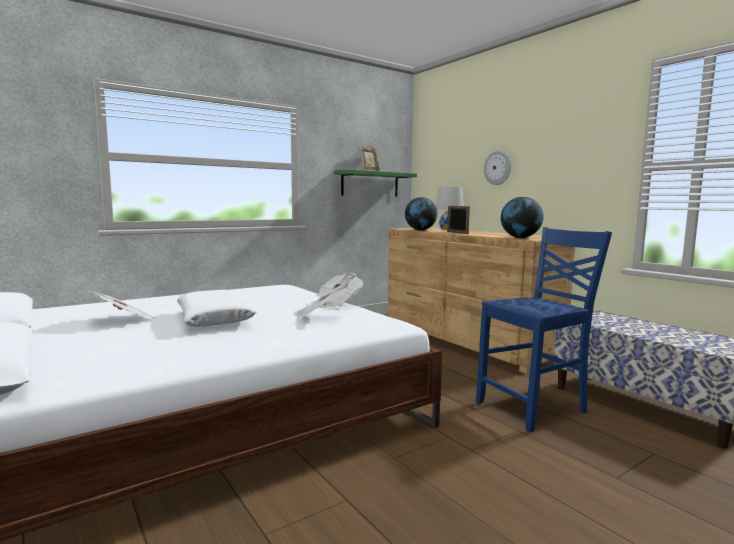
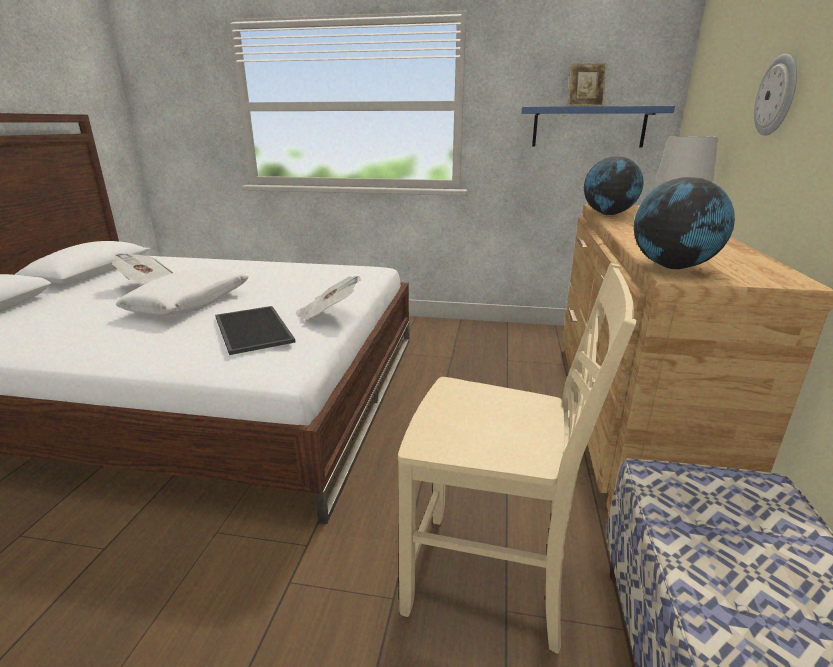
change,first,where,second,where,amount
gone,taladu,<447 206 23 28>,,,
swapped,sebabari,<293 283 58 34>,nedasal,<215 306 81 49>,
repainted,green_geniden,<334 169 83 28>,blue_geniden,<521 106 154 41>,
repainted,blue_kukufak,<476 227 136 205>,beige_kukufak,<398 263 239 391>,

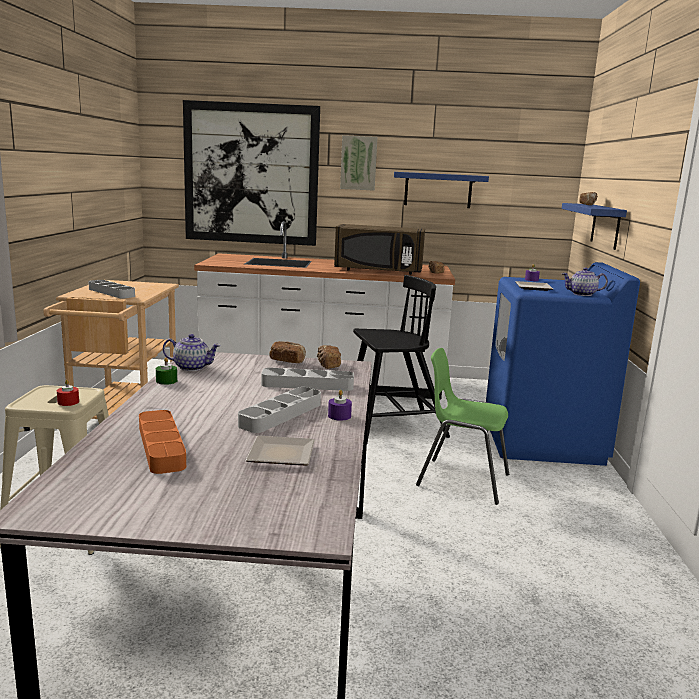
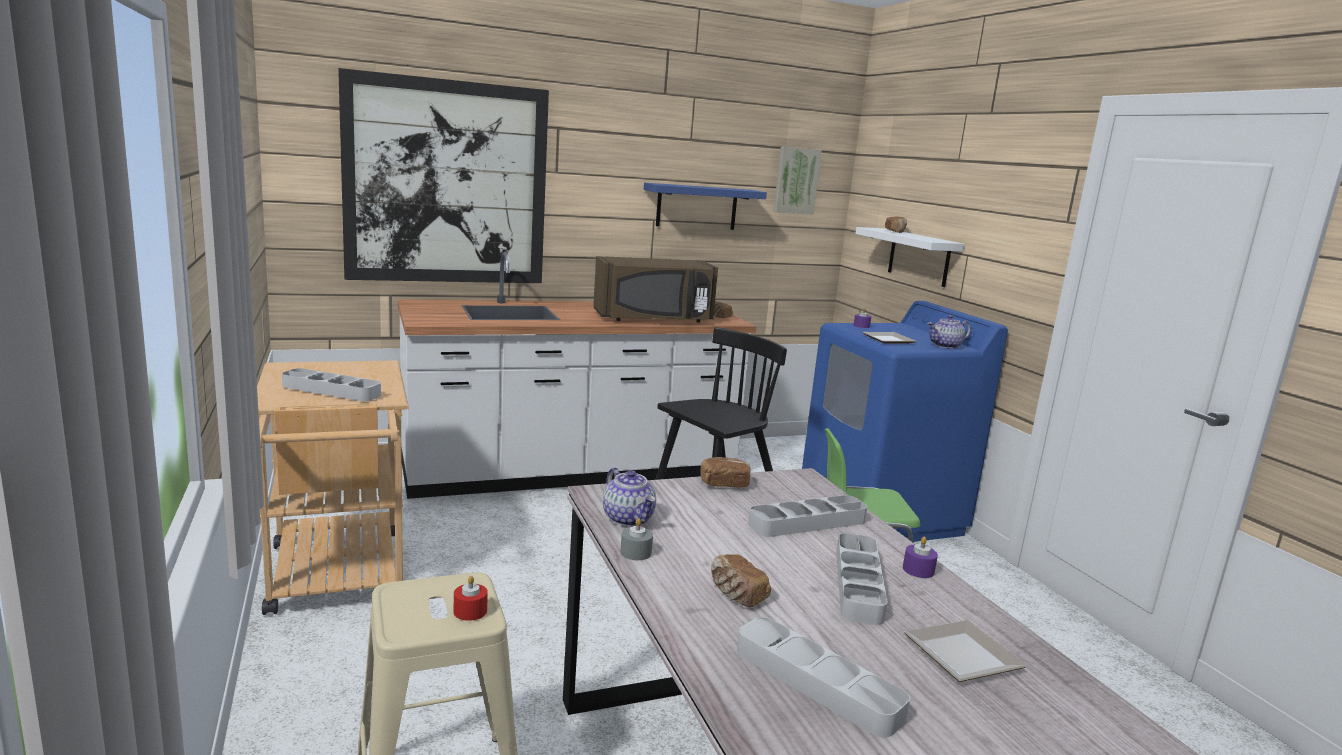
change,first,where,second,where,amount
shifted,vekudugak,<317 345 24 24>,,<711 554 60 53>,
shifted,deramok,<340 135 38 56>,,<774 146 48 69>,
repainted,orange_nedasal,<139 410 47 64>,grey_nedasal,<737 617 173 120>,
repainted,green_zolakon,<156 357 21 28>,grey_zolakon,<620 518 33 42>,
repainted,blue_geniden,<562 203 65 47>,white_geniden,<855 227 109 60>,
rotated,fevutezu,<163 334 57 37>,,<603 467 53 59>,75 degrees clockwise

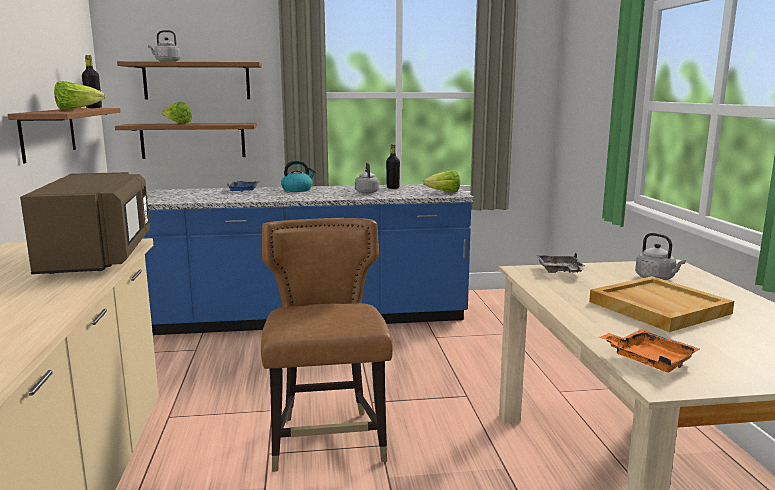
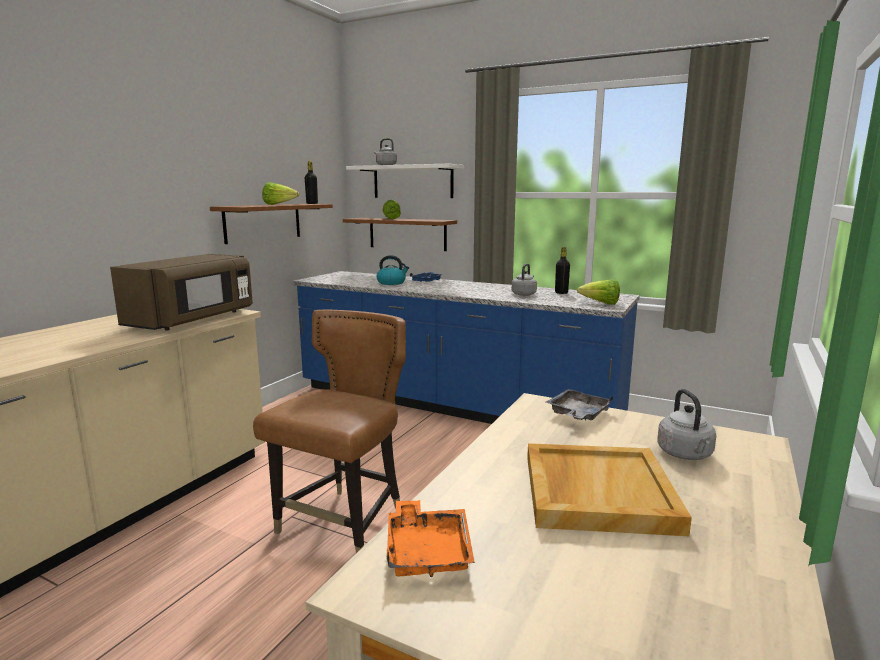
change,first,where,second,where,amount
shifted,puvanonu,<281 160 35 32>,,<377 255 32 30>,
repainted,brown_geniden,<117 61 145 38>,white_geniden,<346 164 118 34>,

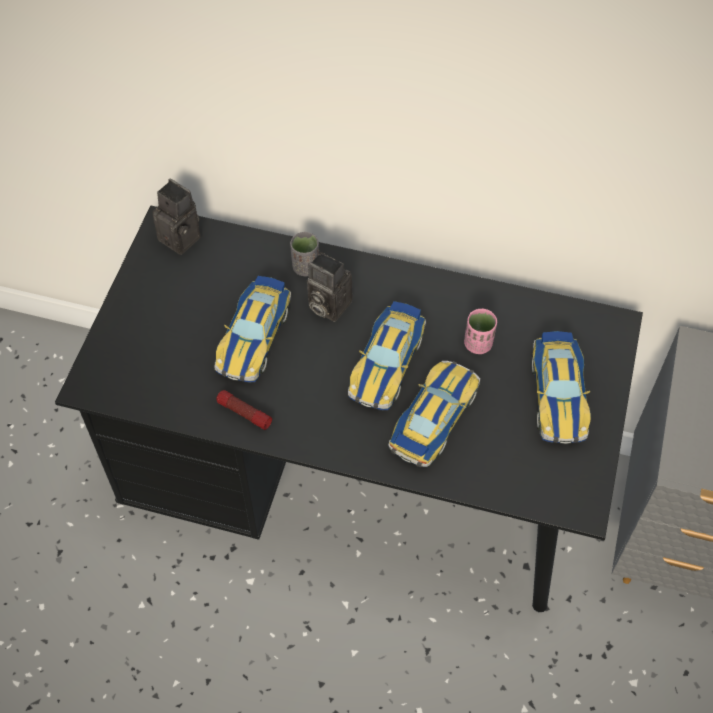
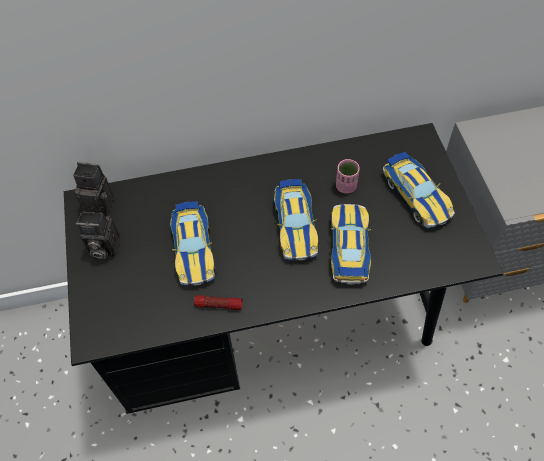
change,first,where,second,where,amount
gone,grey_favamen,<290 232 29 44>,,,
shifted,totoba,<307 252 46 70>,,<76 211 45 48>,

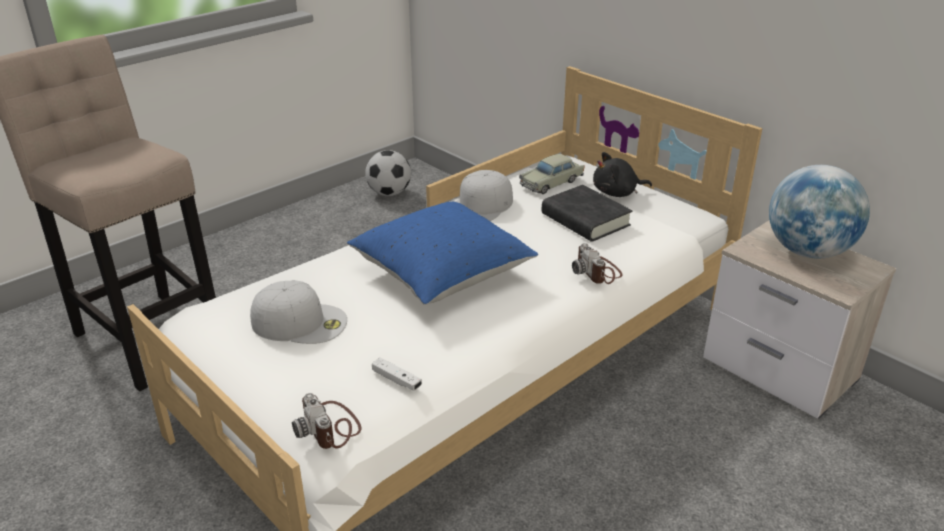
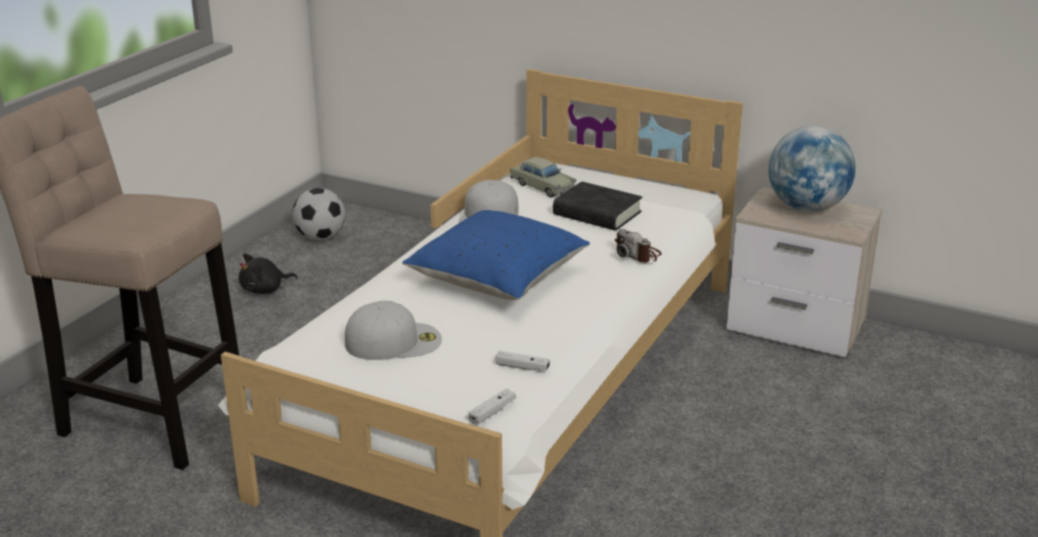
change,first,where,second,where,amount
shifted,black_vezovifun,<593 152 59 45>,,<239 253 59 41>,
swapped,totoba,<292 393 69 56>,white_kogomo,<468 389 48 36>,
rotated,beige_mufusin,<519 154 66 40>,,<510 157 66 40>,75 degrees counterclockwise

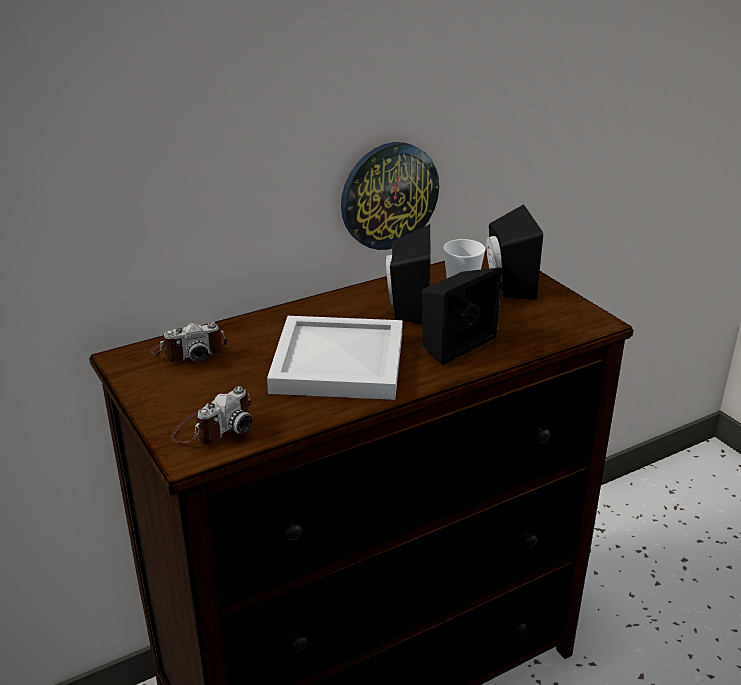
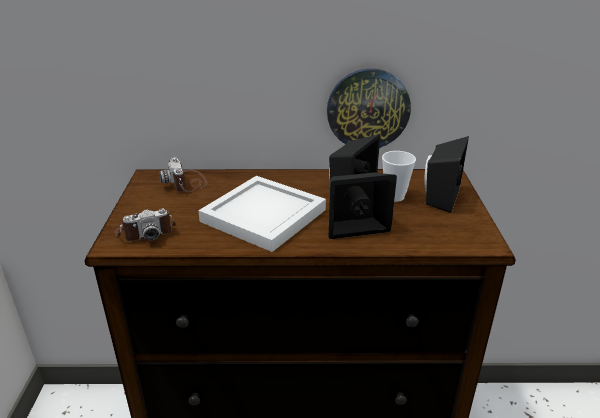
change,first,where,second,where,amount
rotated,totoba,<151 322 77 40>,,<159 157 49 35>,60 degrees clockwise

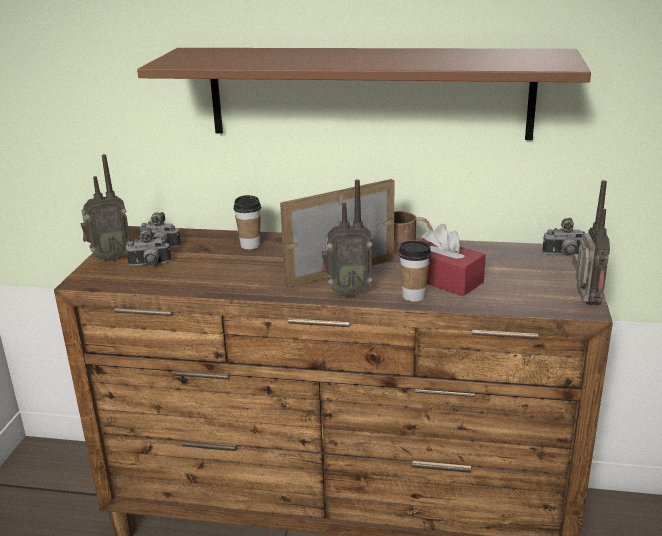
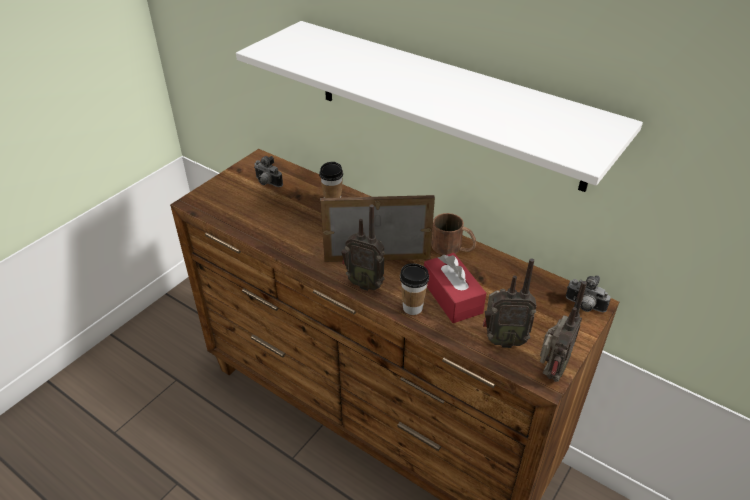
change,first,where,second,where,amount
gone,totoba,<125 228 47 38>,,,
shifted,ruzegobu,<80 154 50 108>,,<483 258 54 90>,
repainted,brown_geniden,<137 48 454 92>,white_geniden,<236 21 407 171>,

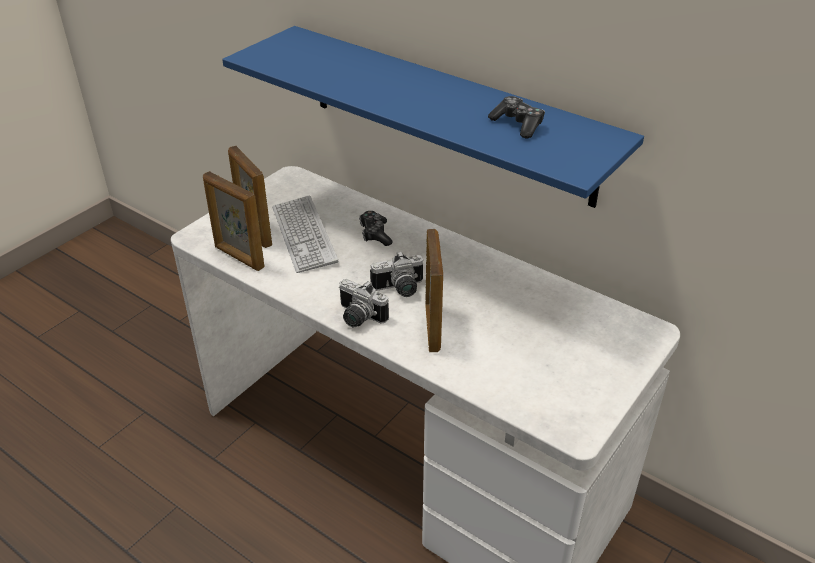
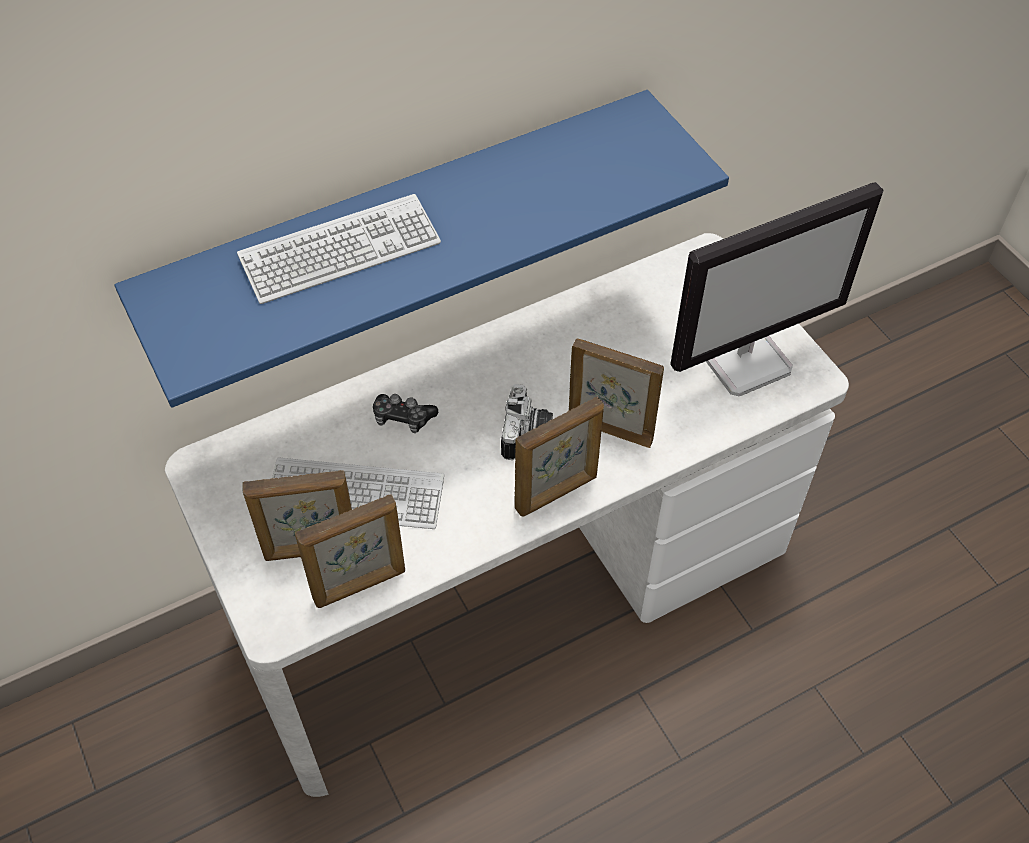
change,first,where,second,where,amount
gone,kogomo,<488 96 57 42>,,,
new,,,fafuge,<237 194 204 110>,
new,,,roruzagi,<670 182 214 214>,
swapped,totoba,<339 279 50 48>,taladu,<515 396 89 120>,

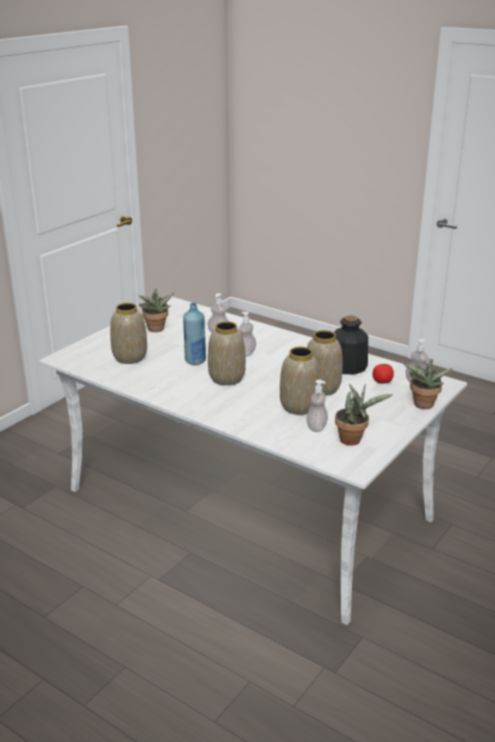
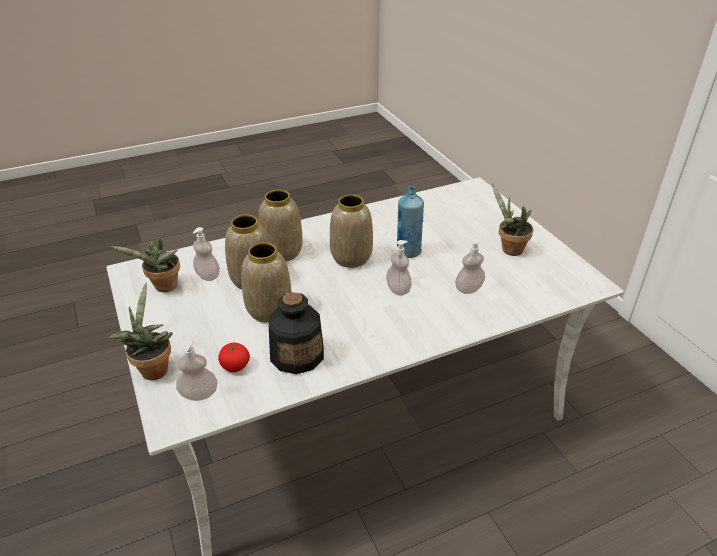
change,first,where,second,where,amount
shifted,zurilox,<110 303 37 61>,,<258 190 45 72>,

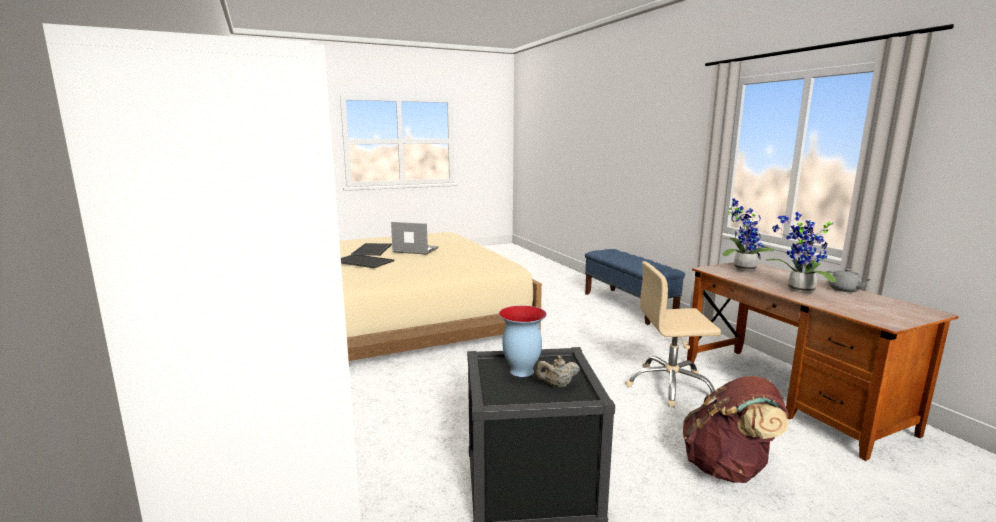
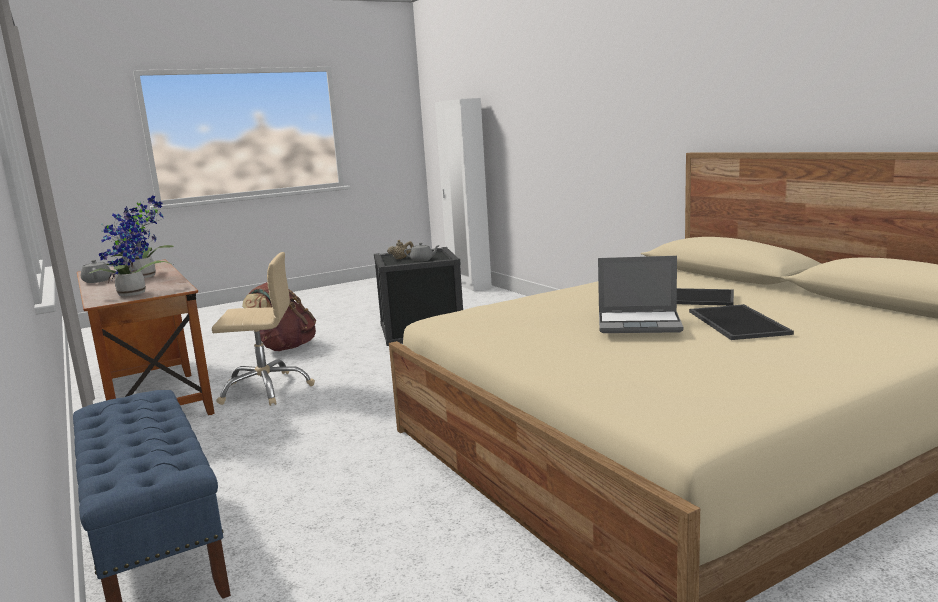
change,first,where,second,where,amount
swapped,zurilox,<499 305 48 72>,grey_fevutezu,<404 243 36 19>,

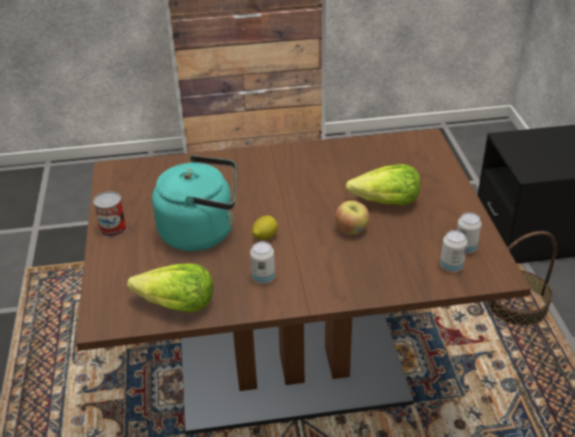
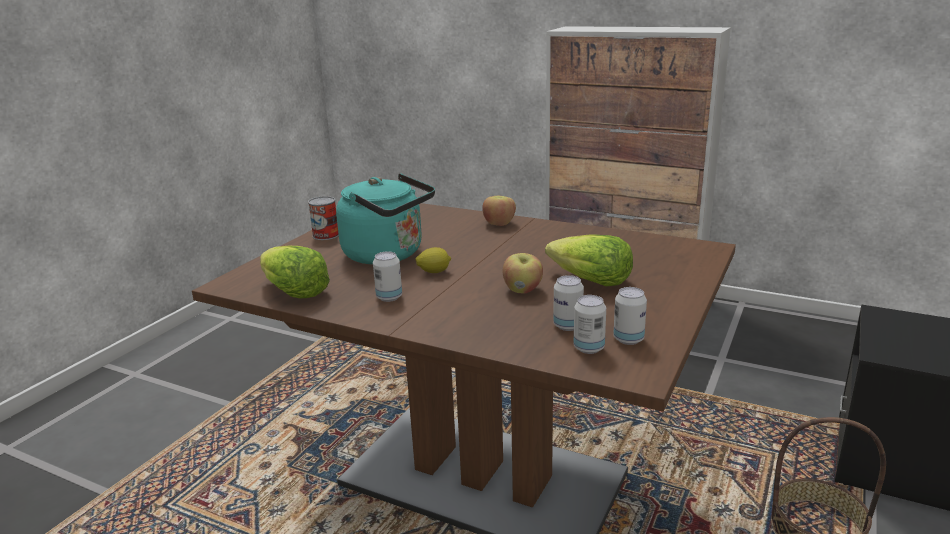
change,first,where,second,where,amount
new,,,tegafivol,<482 196 34 30>,
new,,,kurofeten,<553 275 31 56>,

